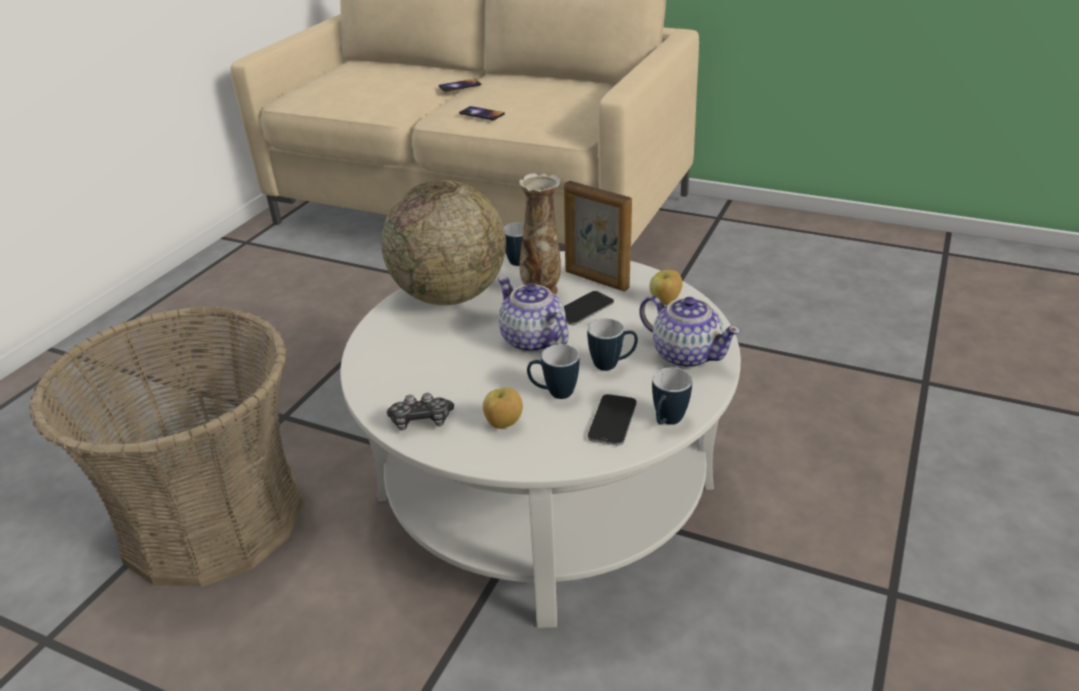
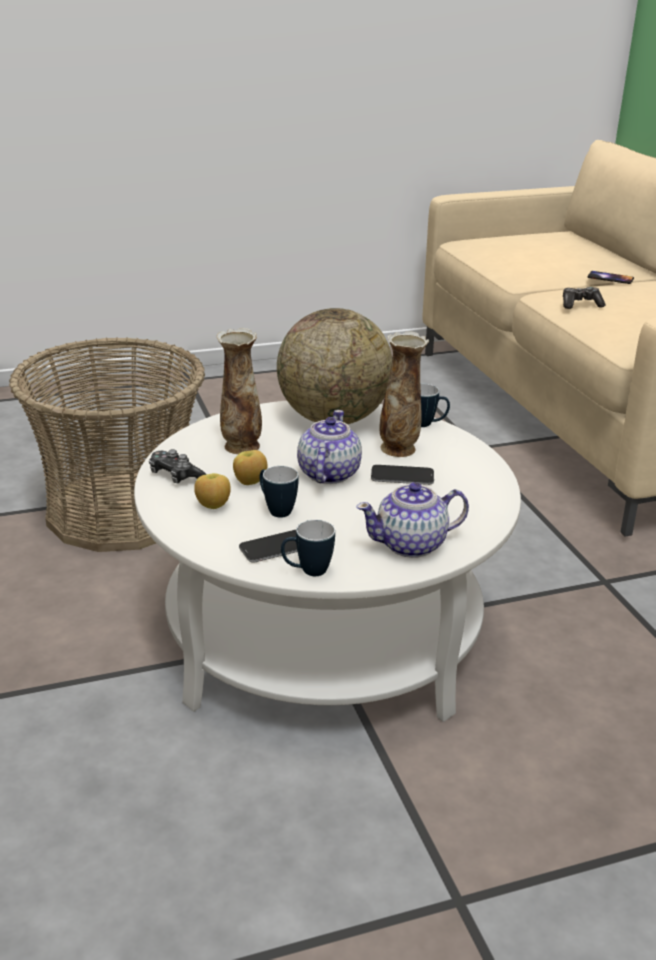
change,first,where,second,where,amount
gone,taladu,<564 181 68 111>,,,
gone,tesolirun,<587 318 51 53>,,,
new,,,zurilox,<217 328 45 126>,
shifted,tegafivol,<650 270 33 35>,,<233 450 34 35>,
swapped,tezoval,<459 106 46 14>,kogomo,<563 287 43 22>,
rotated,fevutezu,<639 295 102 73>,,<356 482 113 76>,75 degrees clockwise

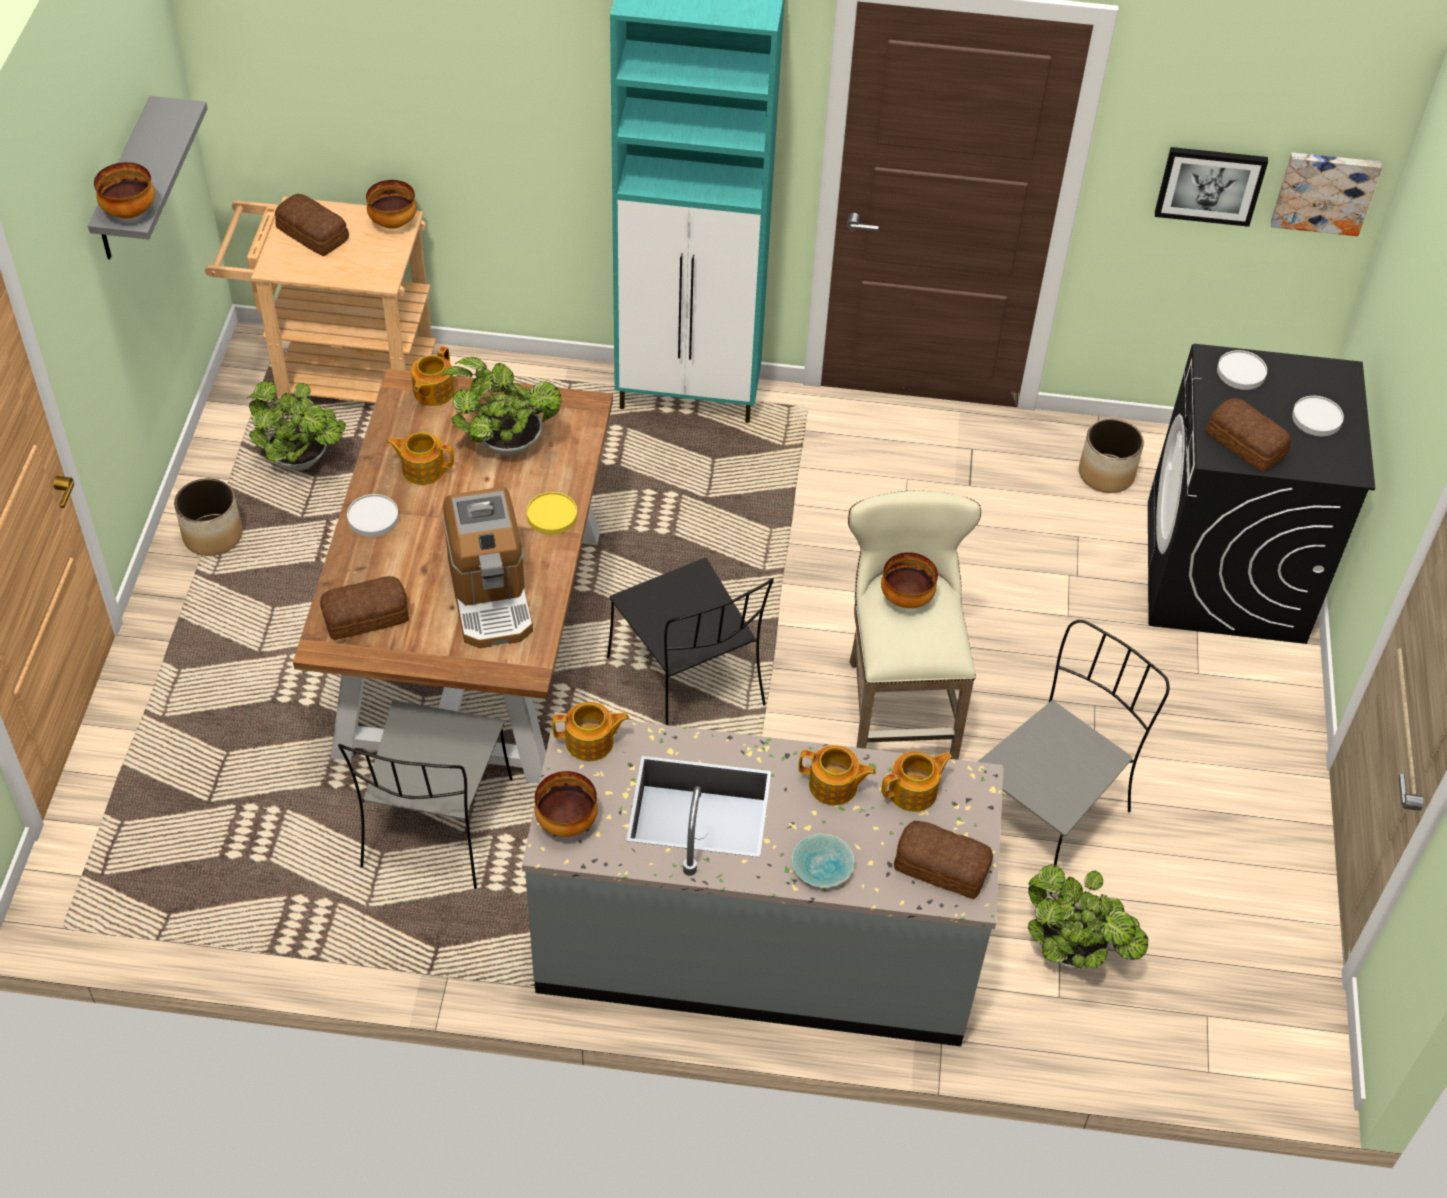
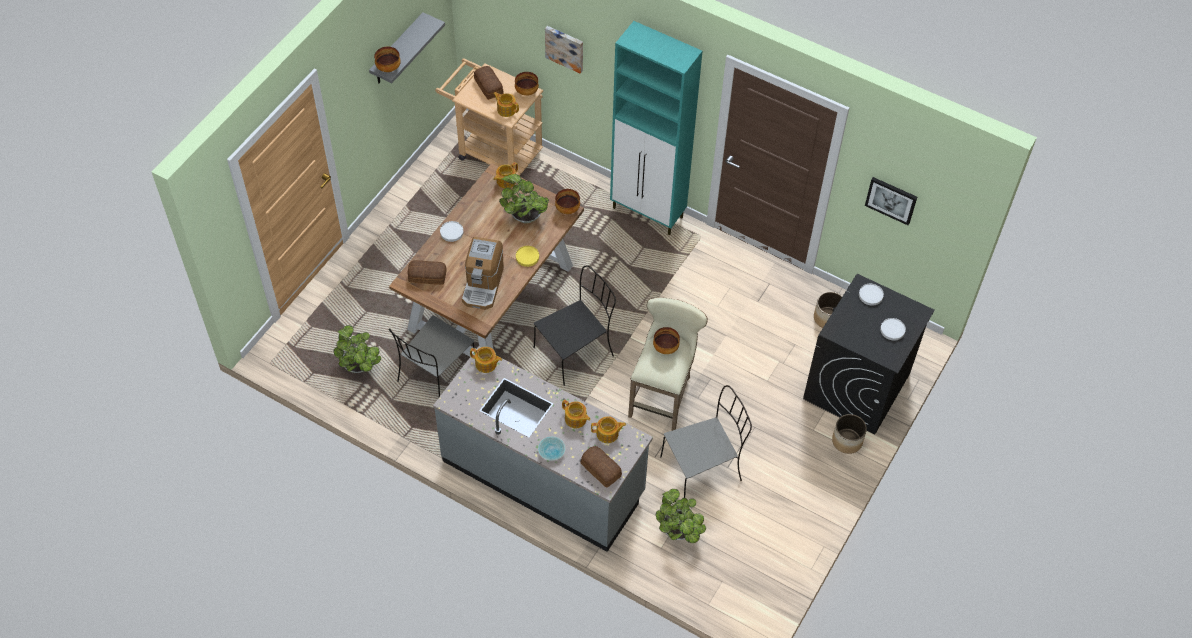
change,first,where,second,where,amount
gone,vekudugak,<1206 398 85 74>,,,
shifted,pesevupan,<174 478 68 78>,,<832 414 35 40>,
shifted,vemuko,<246 381 100 90>,,<333 325 48 48>,
shifted,fevutezu,<386 432 68 53>,,<493 92 26 25>,
shifted,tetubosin,<534 771 64 66>,,<555 189 25 25>,
shifted,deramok,<1271 153 111 83>,,<545 26 38 48>,
rotated,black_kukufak,<607 558 167 167>,,<534 265 82 121>,120 degrees counterclockwise

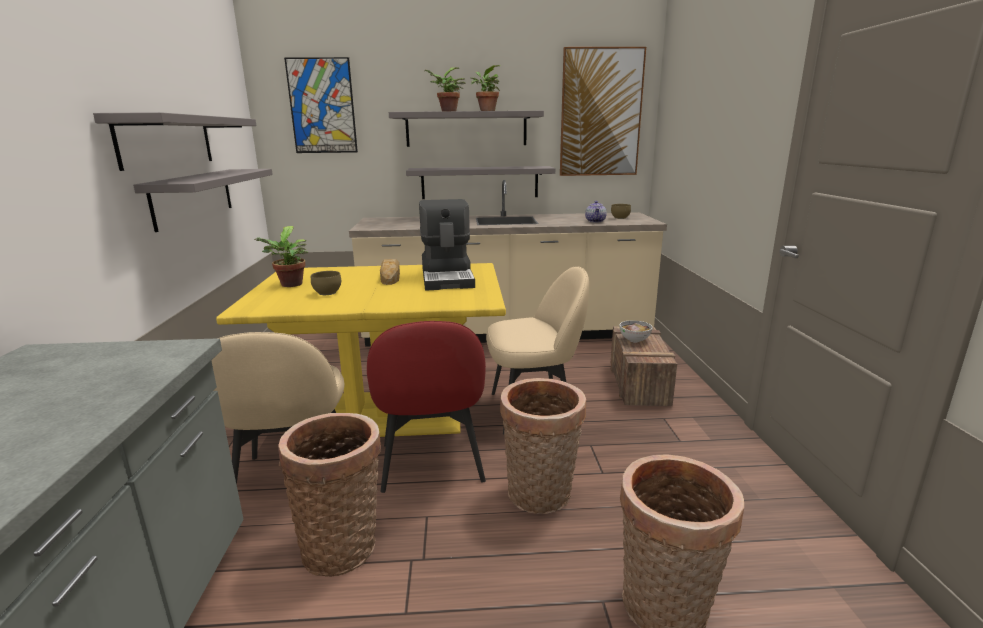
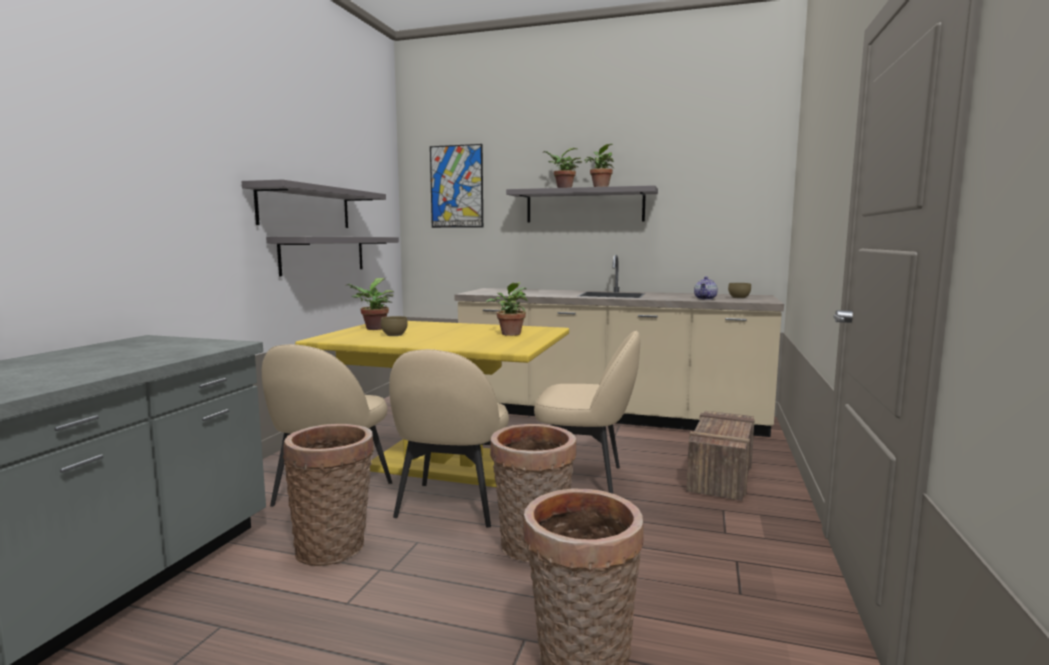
change,first,where,second,where,amount
gone,vekudugak,<380 259 20 26>,,,
gone,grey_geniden,<406 166 149 33>,,,
gone,deramok,<560 47 86 129>,,,
gone,tetubosin,<619 320 34 23>,,,
swapped,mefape,<419 199 56 92>,vemuko,<486 282 42 54>,
repainted,red_kukufak,<367 321 119 172>,beige_kukufak,<389 349 120 179>,

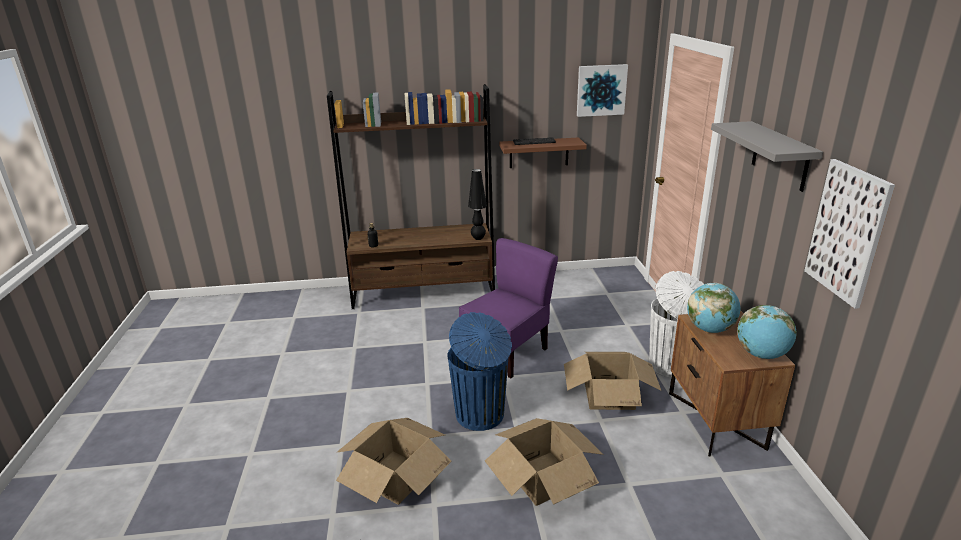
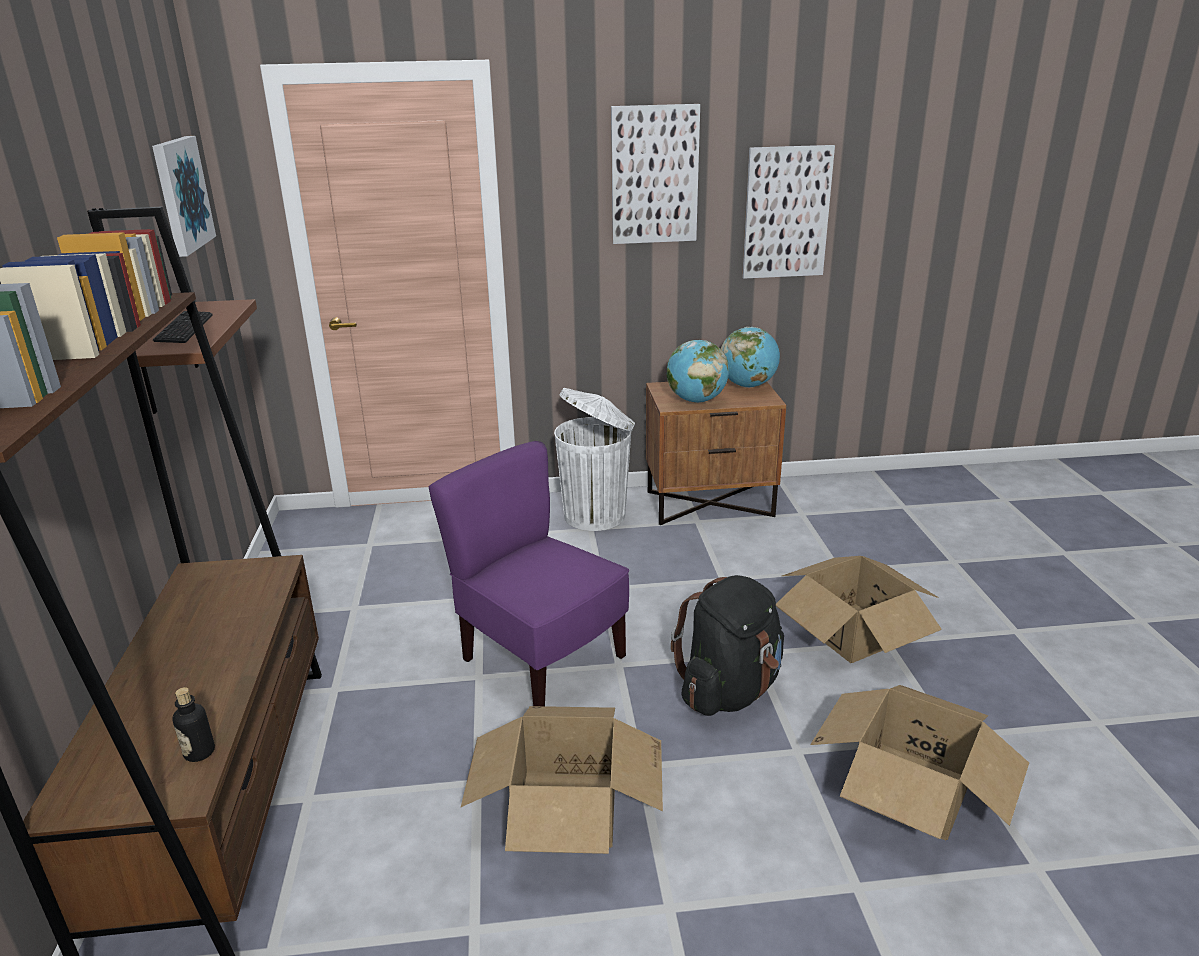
change,first,where,second,where,amount
gone,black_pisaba,<468 169 19 71>,,,
shifted,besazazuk,<564 352 97 58>,,<461 706 202 148>,
swapped,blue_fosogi,<447 312 65 119>,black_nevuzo,<671 575 113 141>,
swapped,grey_geniden,<711 121 112 71>,deramok,<611 104 89 140>,

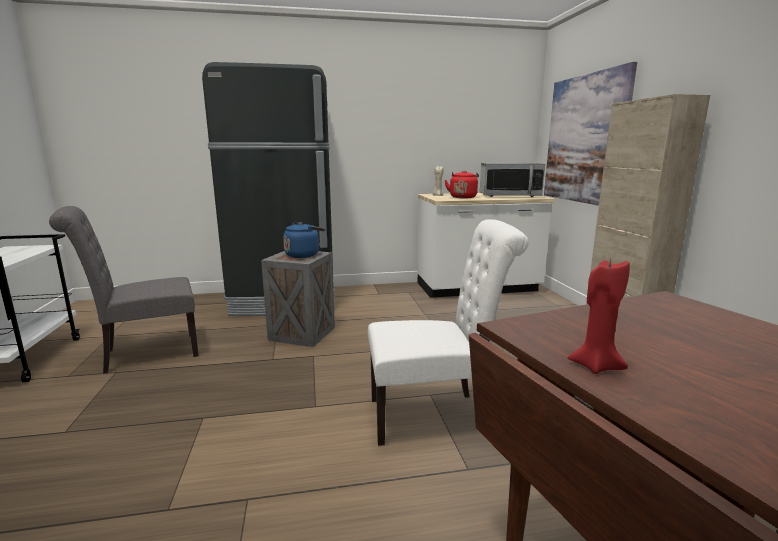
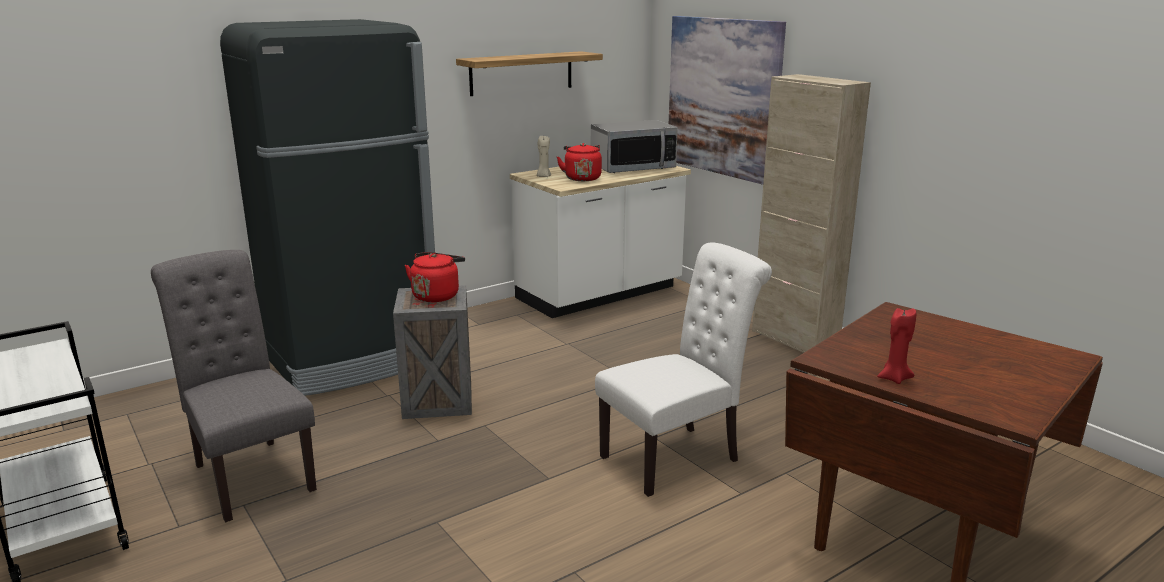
change,first,where,second,where,amount
new,,,geniden,<456 51 147 45>,
repainted,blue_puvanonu,<283 222 42 36>,red_puvanonu,<405 252 60 50>,
rotated,grey_kukufak,<49 206 150 167>,,<151 250 166 273>,105 degrees clockwise

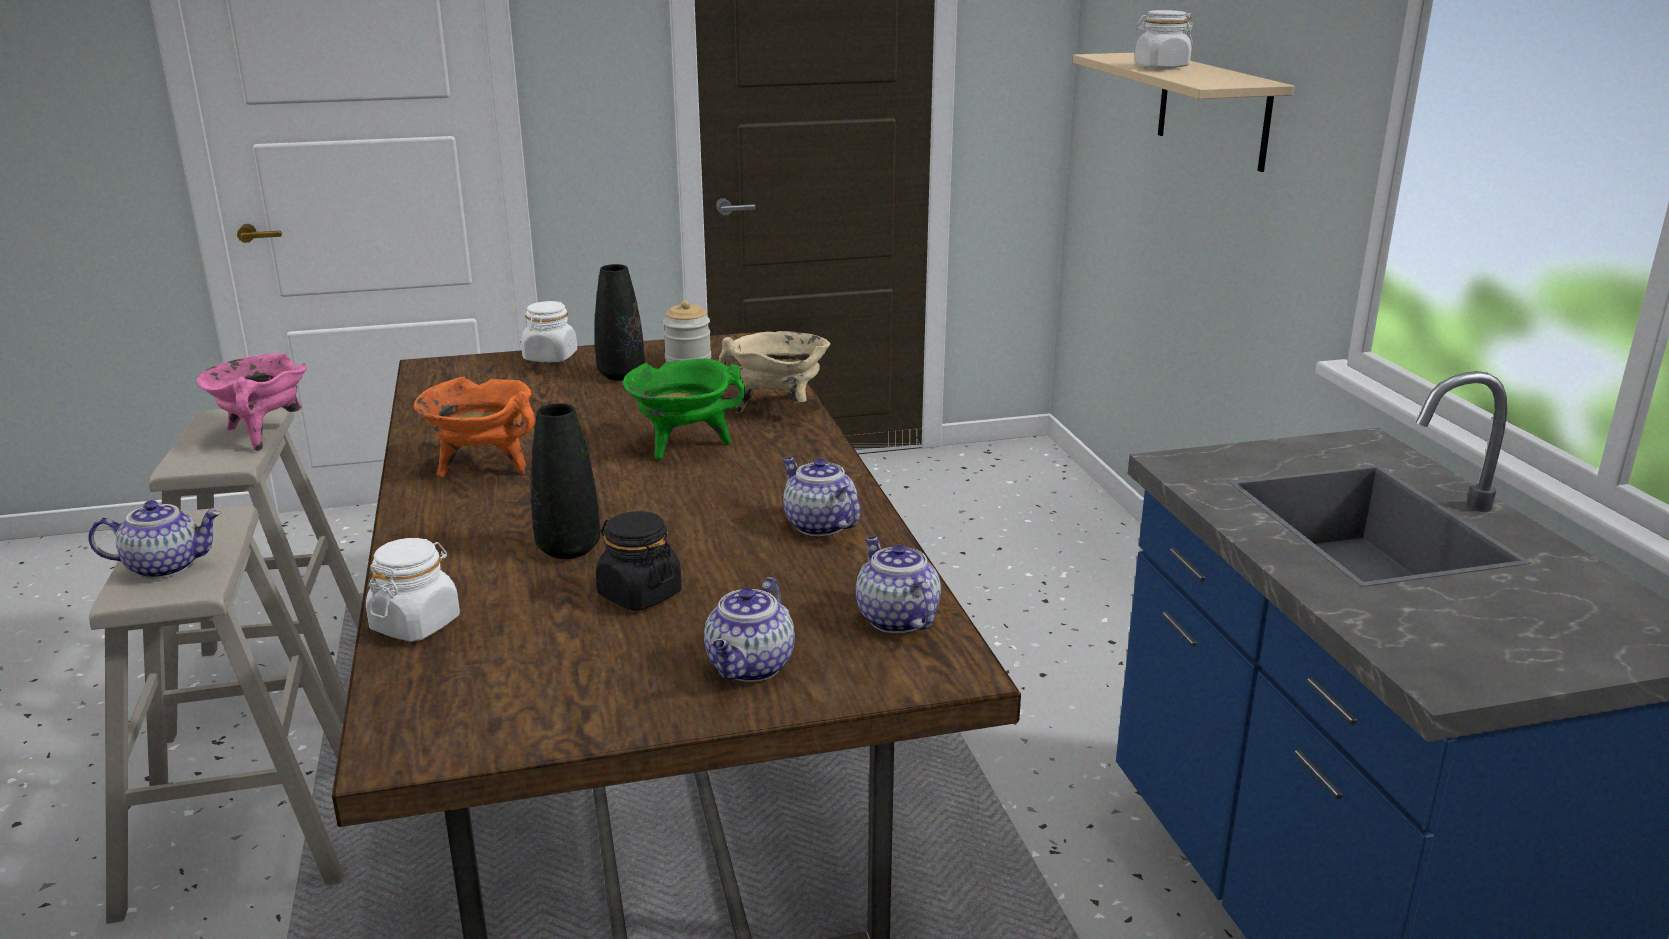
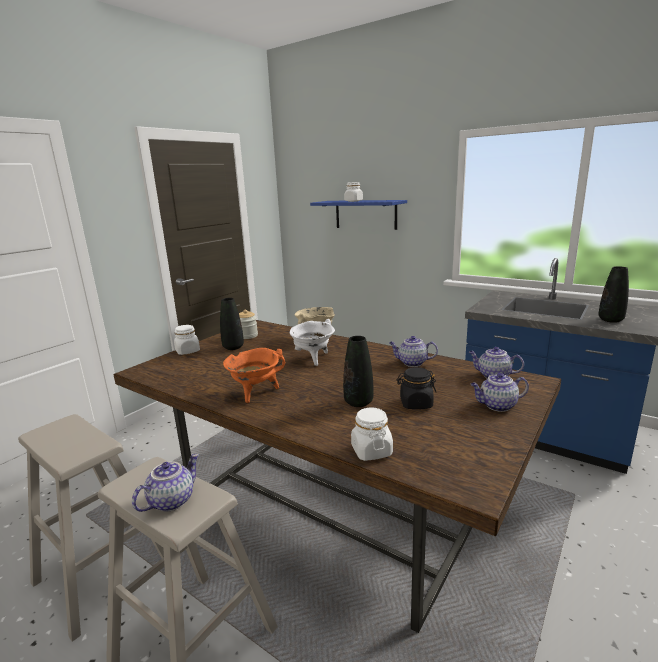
change,first,where,second,where,amount
gone,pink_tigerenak,<197 353 110 98>,,,
new,,,black_zurilox,<598 266 31 57>,
repainted,green_tigerenak,<623 358 122 102>,white_tigerenak,<290 319 45 47>,
repainted,beige_geniden,<1073 53 221 119>,blue_geniden,<310 200 97 30>,
rotated,fevutezu,<704 577 91 105>,,<470 373 59 39>,105 degrees clockwise

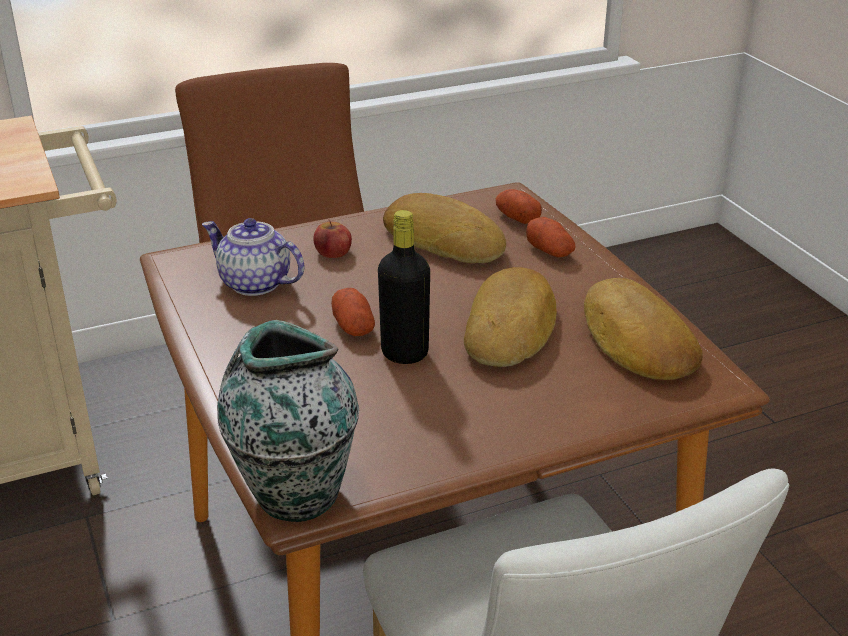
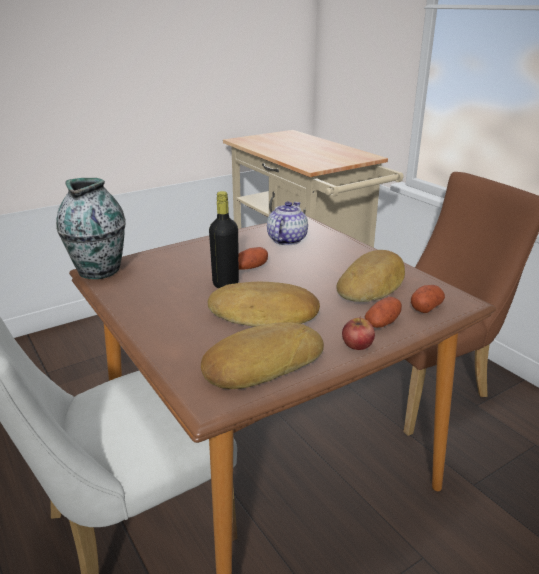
change,first,where,second,where,amount
shifted,tegafivol,<313 219 39 39>,,<342 316 33 34>,

